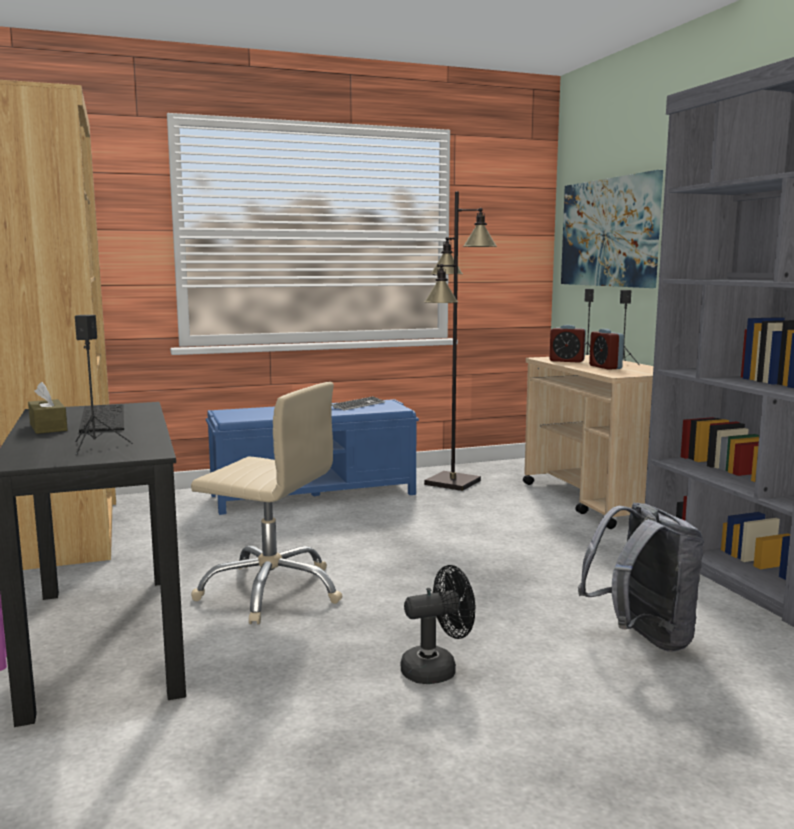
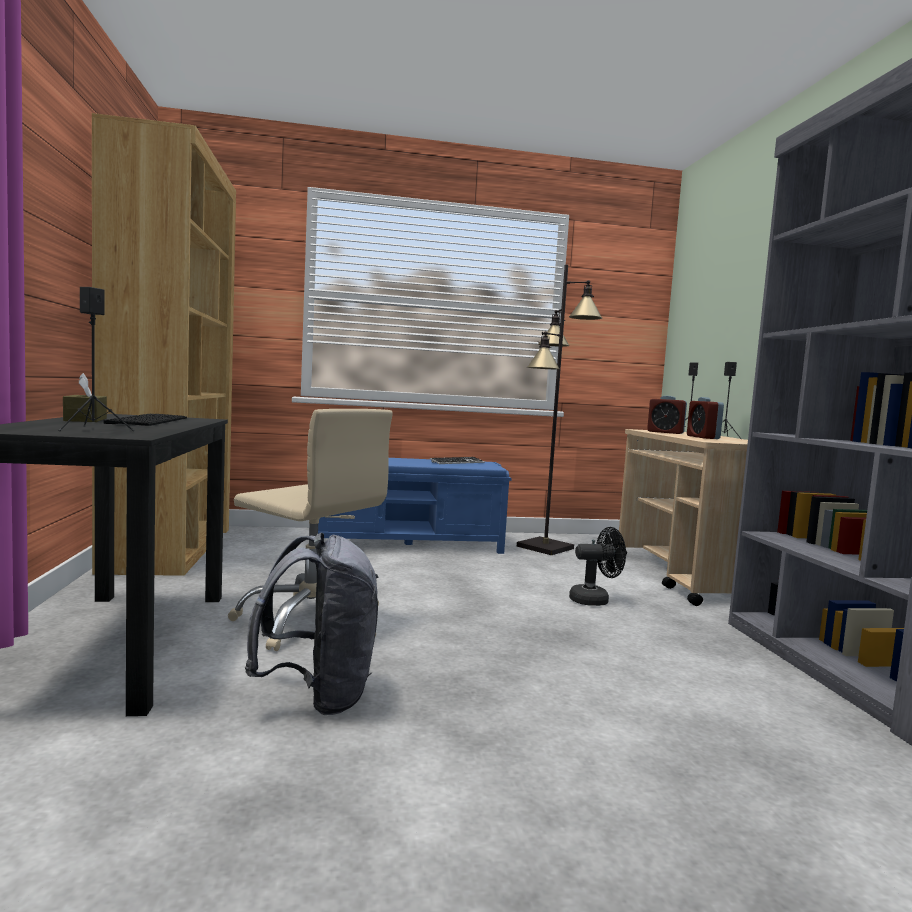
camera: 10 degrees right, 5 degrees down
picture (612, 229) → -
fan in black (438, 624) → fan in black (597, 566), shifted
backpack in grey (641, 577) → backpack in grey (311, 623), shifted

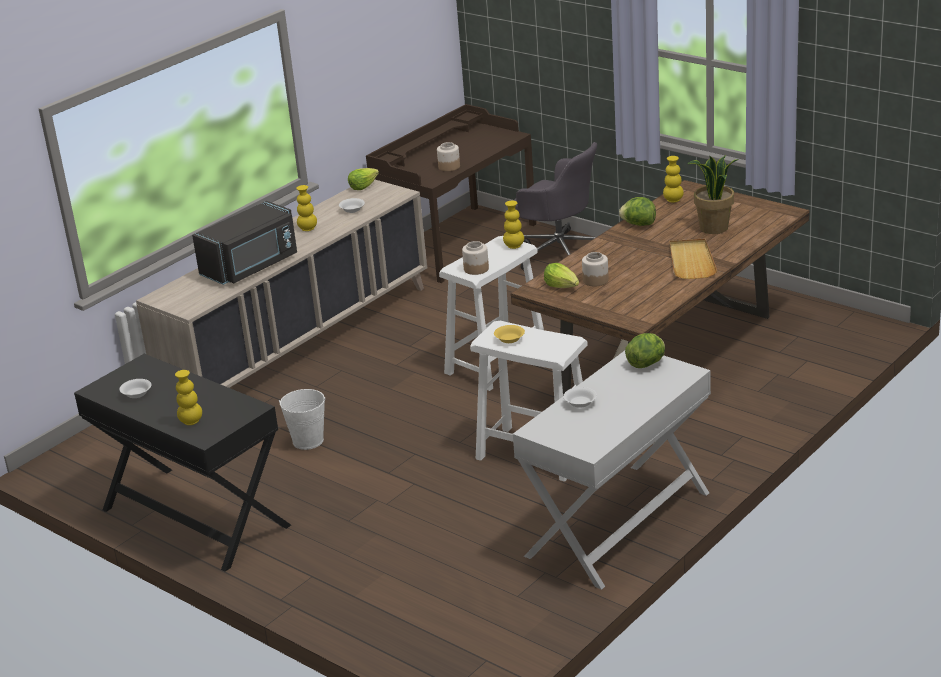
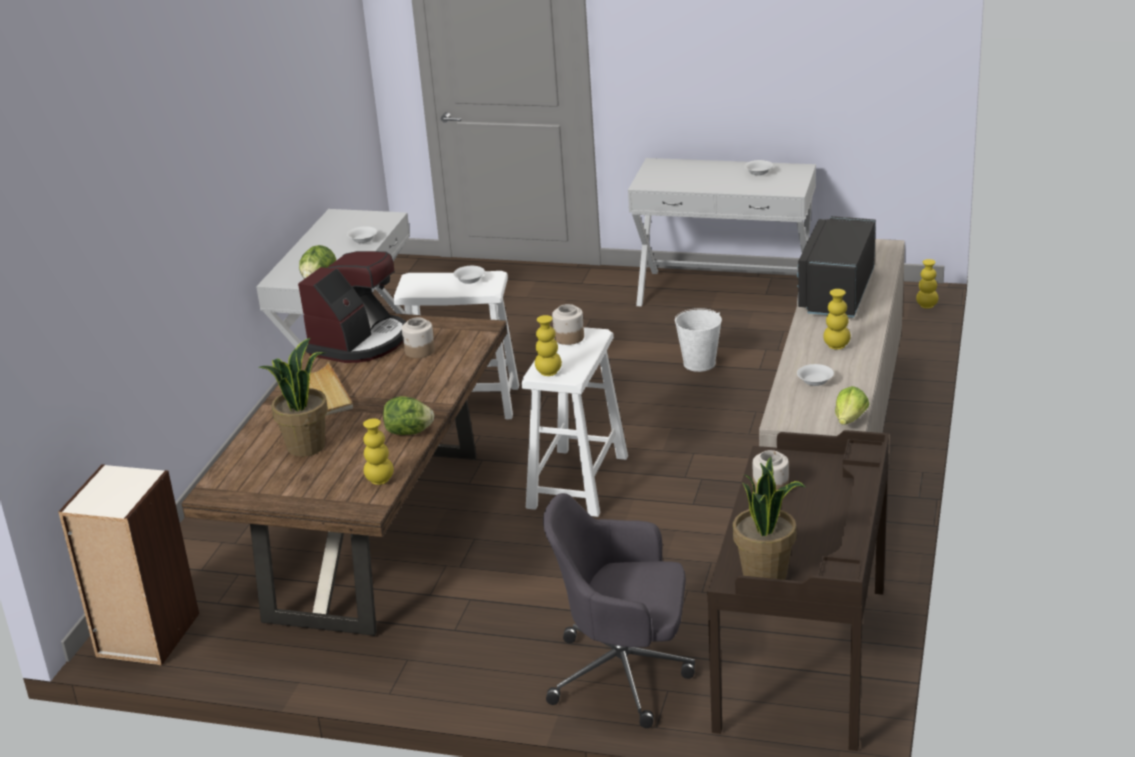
camera: 155 degrees right, 0 degrees up
lettuce (561, 275) → -
- → bookcase (128, 565)
- → coffee machine (352, 307)
- → potted plant (769, 518)
vase in yellow (188, 397) → vase in yellow (927, 284), shifted
console table in black (182, 463) → console table in white (722, 232)
bowl in yellow (509, 334) → bowl in white (469, 275)

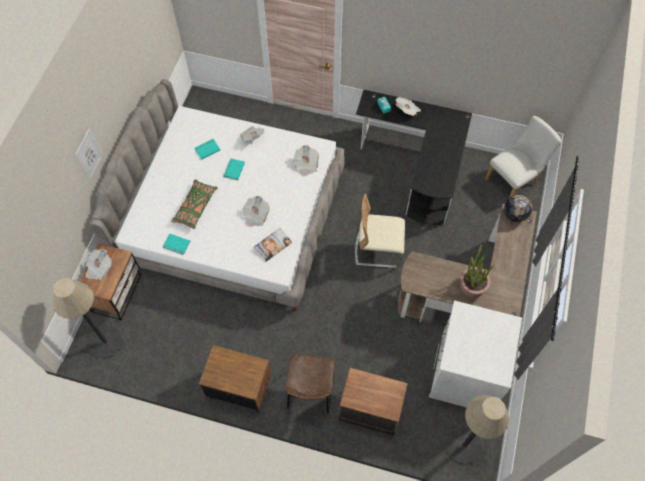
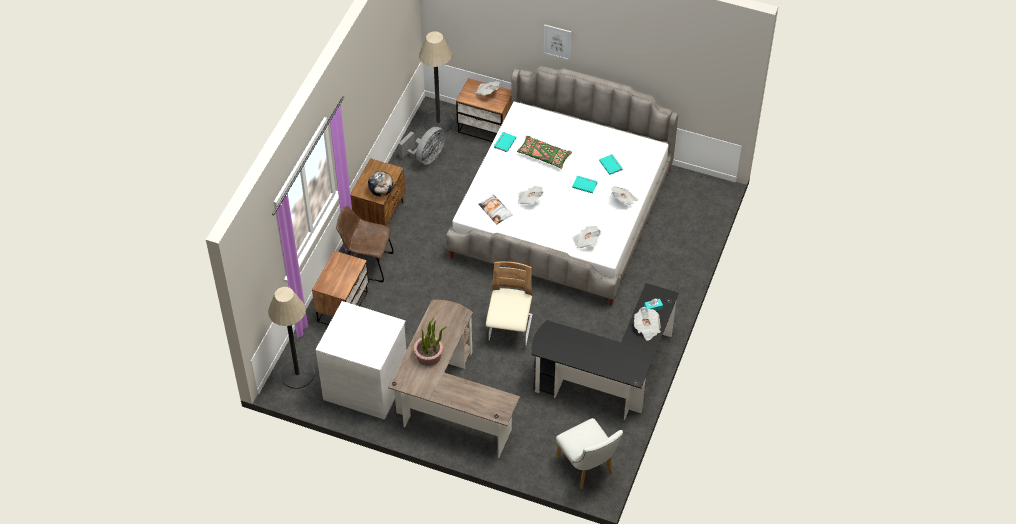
camera: 95 degrees right, 10 degrees down
- → fan in grey (422, 146)
globe (518, 208) → globe (380, 184), shifted

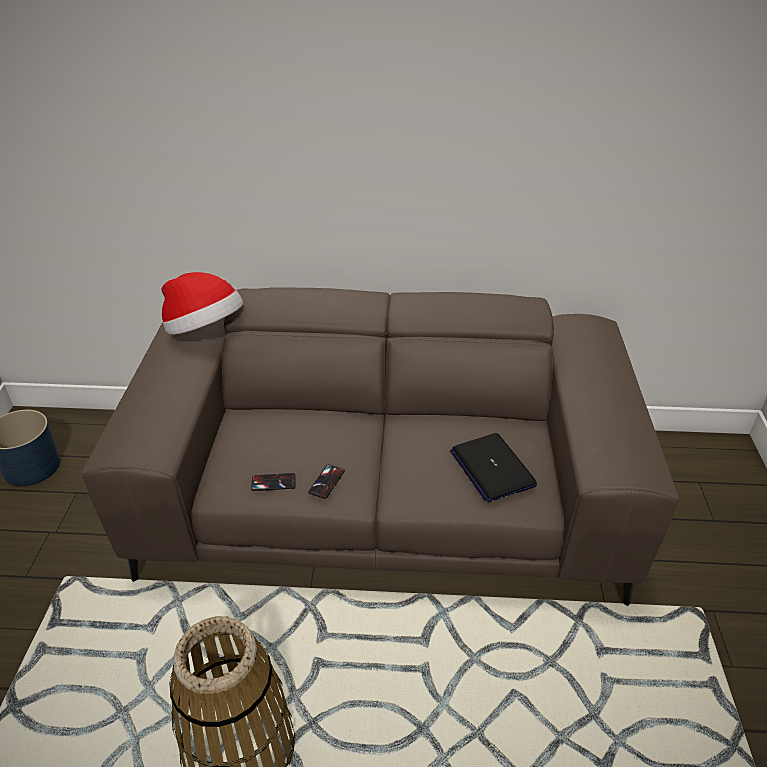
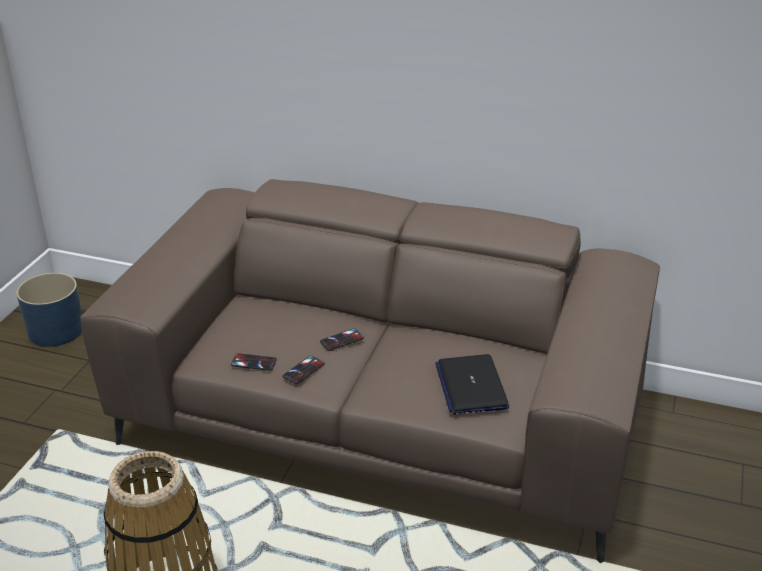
camera: 15 degrees right, 5 degrees down
hat (202, 303) → -
- → phone (342, 339)

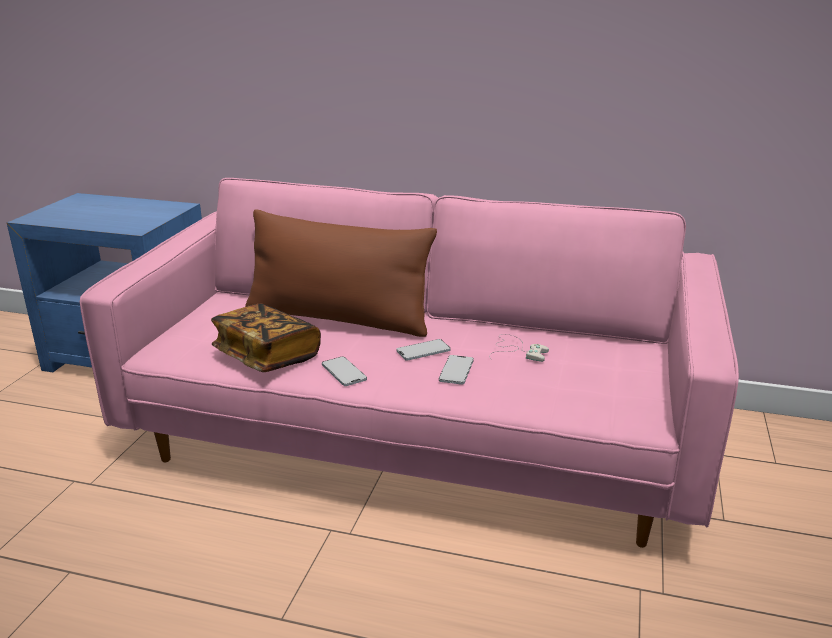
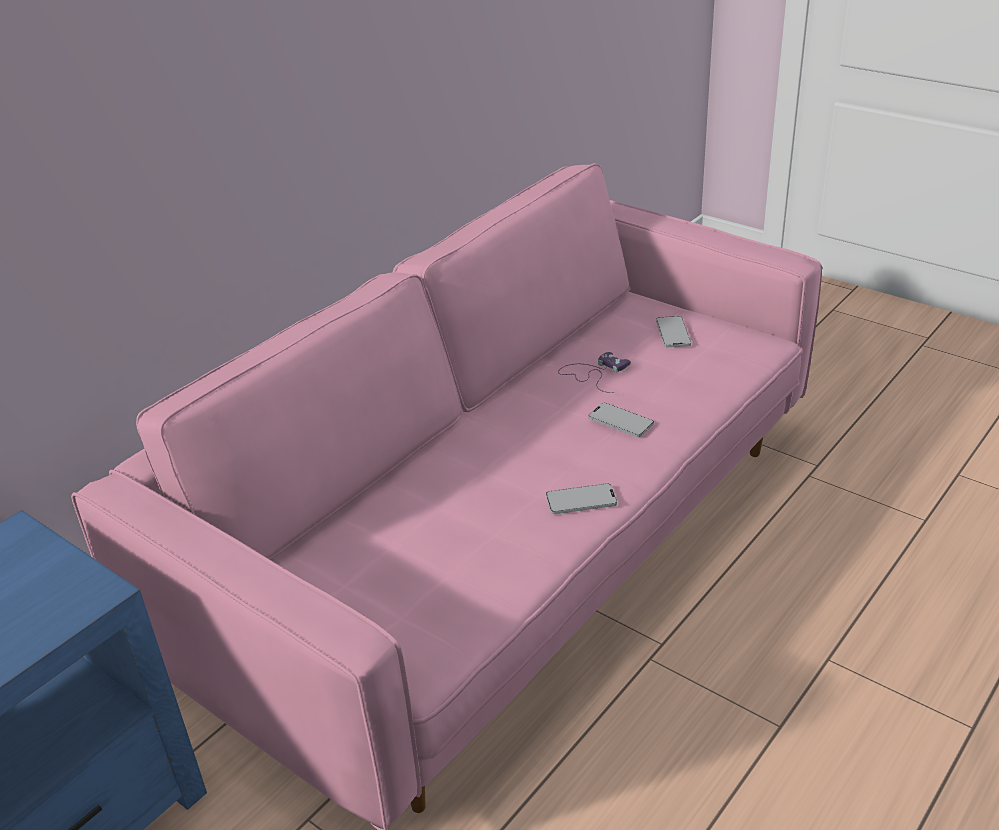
camera: 65 degrees left, 10 degrees up
book (266, 338) → -
pillow in brown (341, 273) → -
phone (423, 350) → phone (673, 331), shifted
game controller in white (519, 348) → game controller in purple (594, 372)

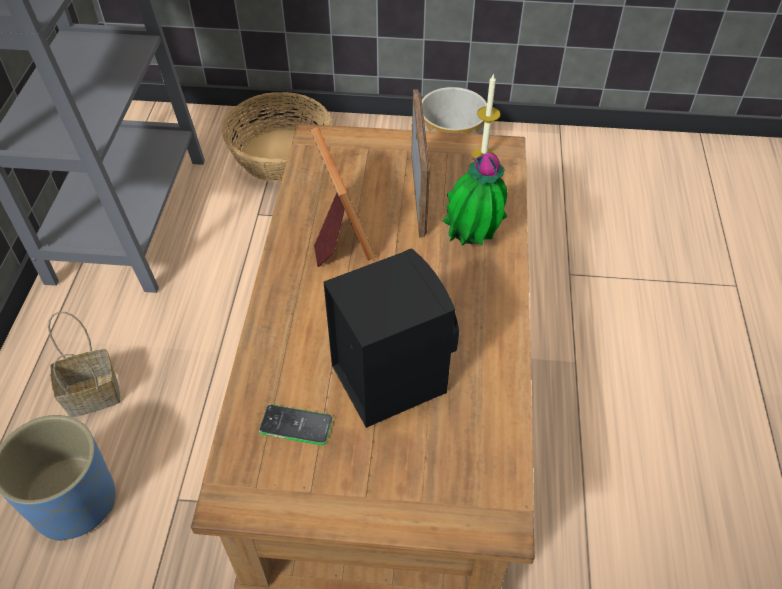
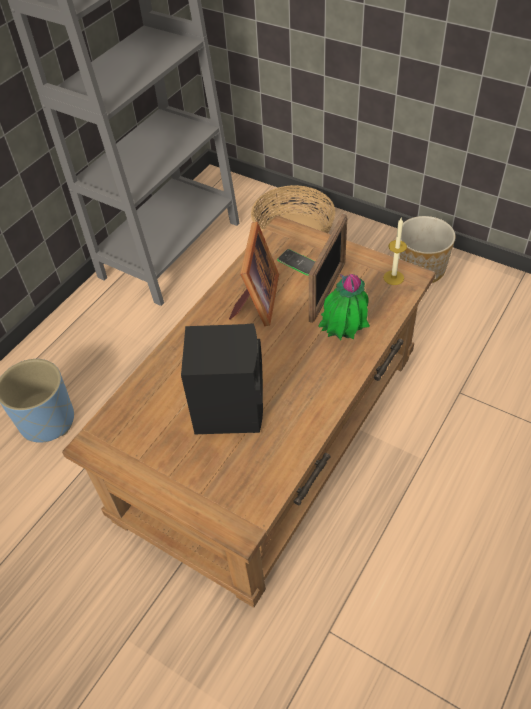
camera: 30 degrees right, 0 degrees up
basket (84, 364) → -
phone (296, 424) → phone (296, 262), shifted

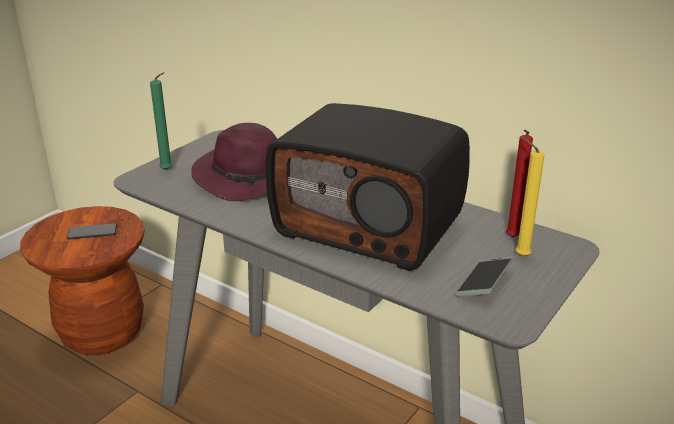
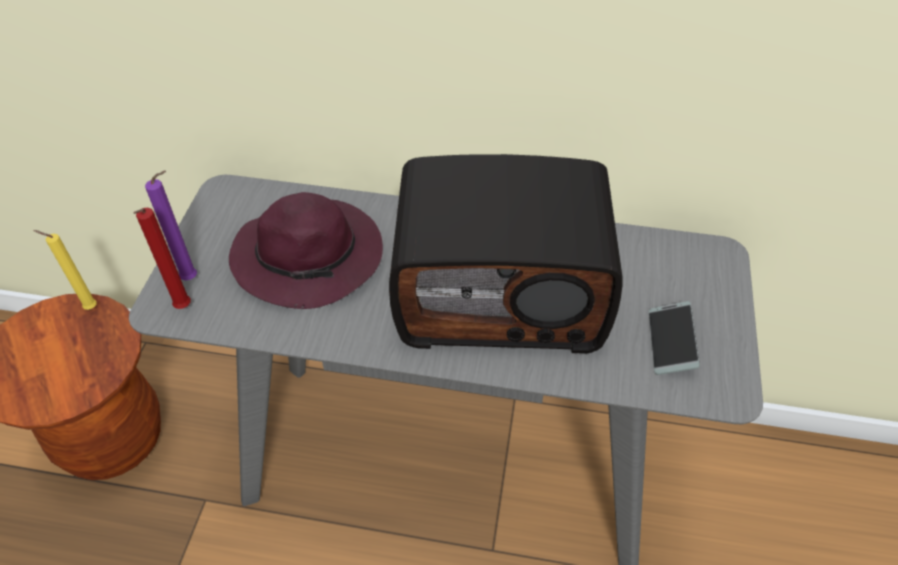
camera: 25 degrees left, 20 degrees up
phone (92, 231) → -
candle in red (519, 183) → candle in red (162, 258), shifted
candle in yellow (530, 197) → candle in yellow (65, 270), shifted
candle in green (161, 121) → candle in purple (171, 225)

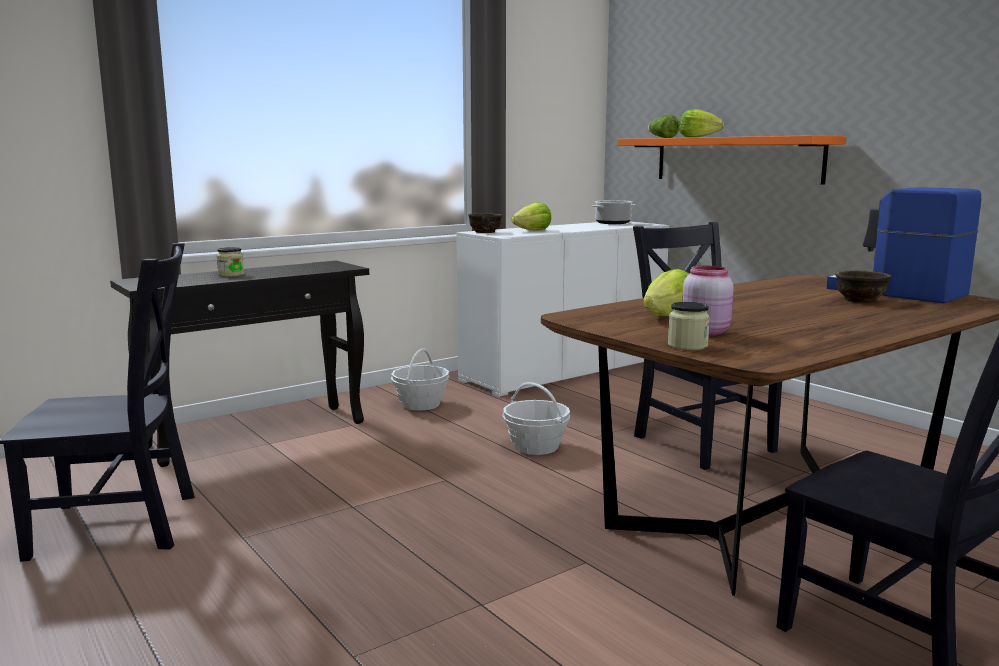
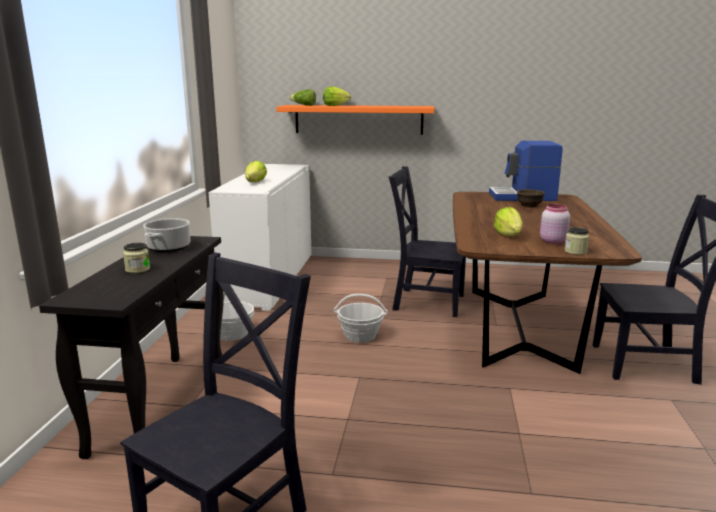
camera: 45 degrees left, 5 degrees up
bowl in brown (485, 223) → -
cooking pot (613, 212) → cooking pot (166, 235), shifted

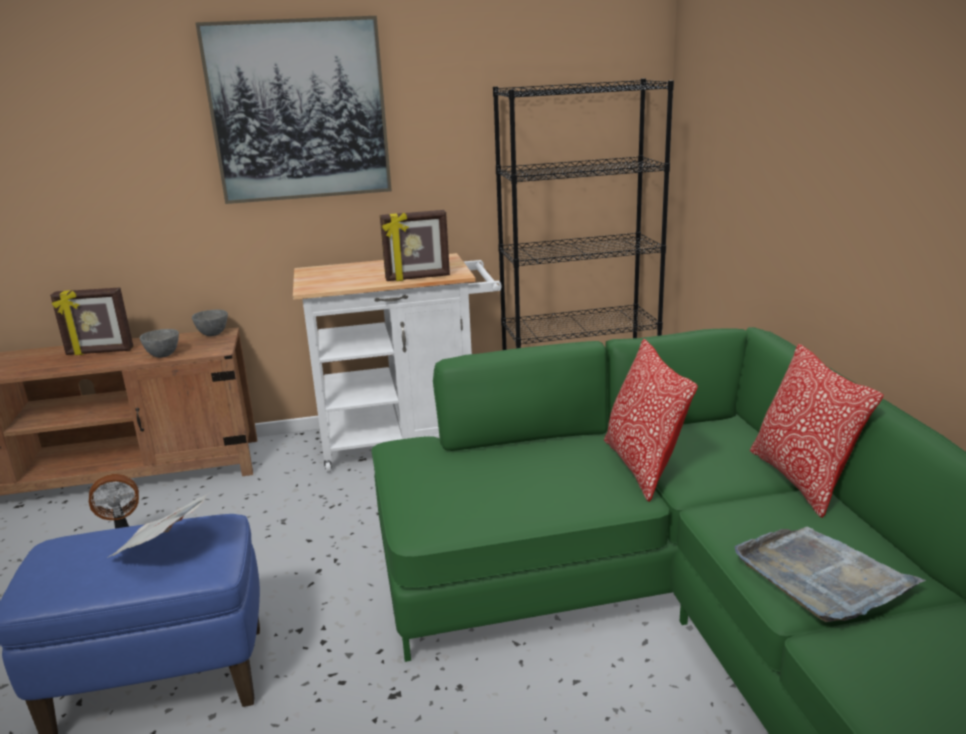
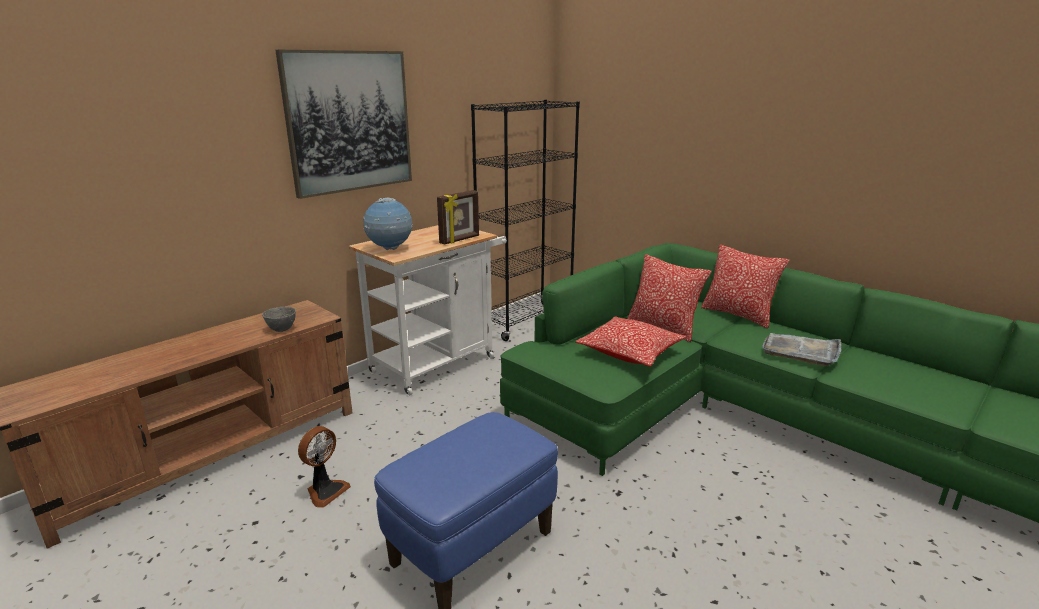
camera: 35 degrees left, 0 degrees up
picture frame (92, 321) → -
newspaper (160, 524) → -
bowl in grey (210, 323) → -
- → globe (388, 224)
- → pillow (630, 341)

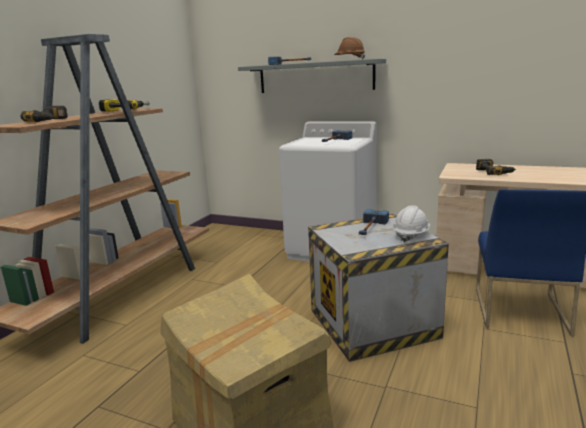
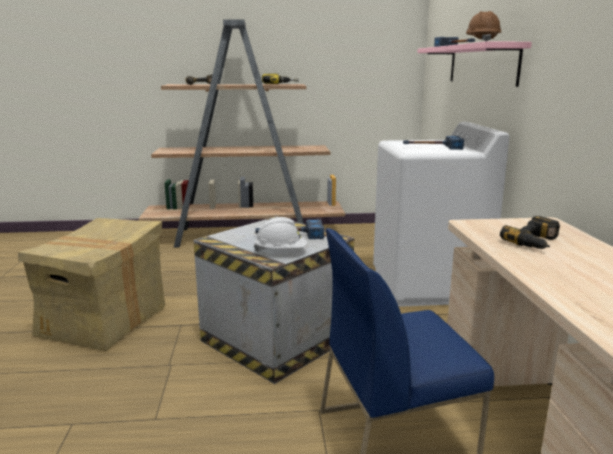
camera: 60 degrees right, 0 degrees up
shelf in grey (312, 76) → shelf in pink (474, 64)

